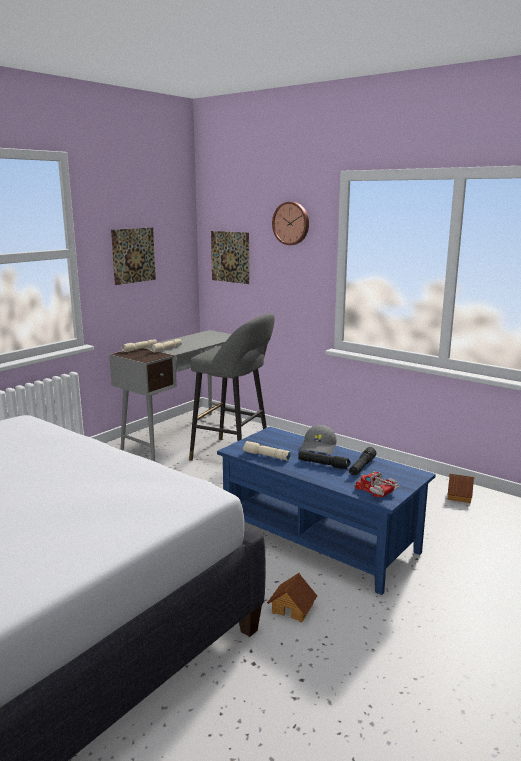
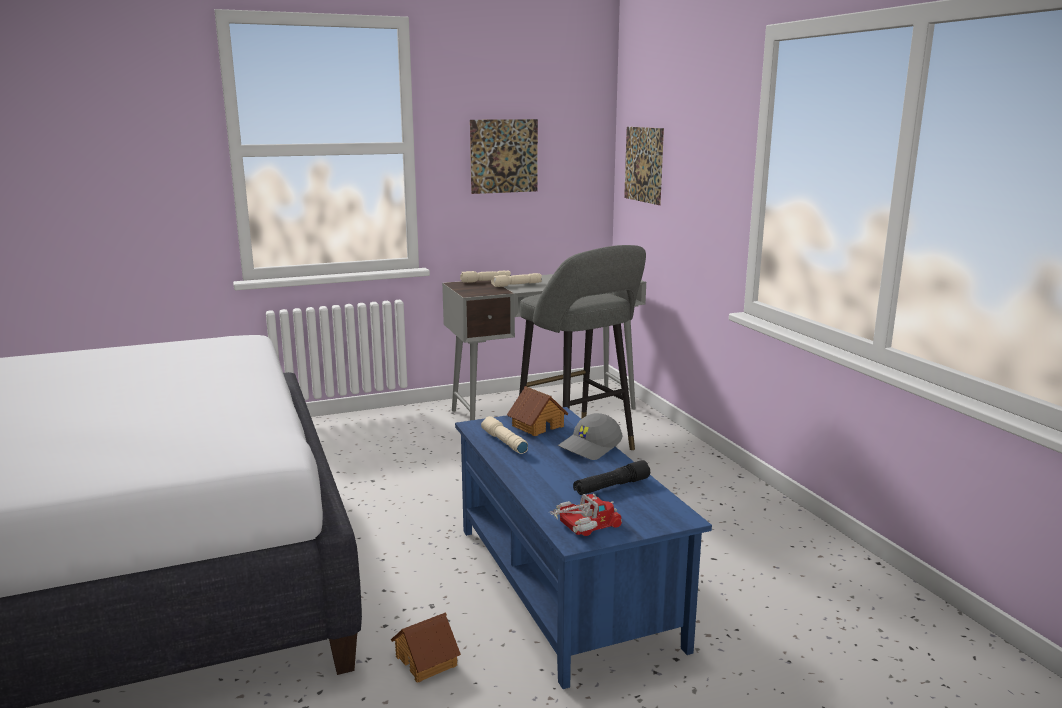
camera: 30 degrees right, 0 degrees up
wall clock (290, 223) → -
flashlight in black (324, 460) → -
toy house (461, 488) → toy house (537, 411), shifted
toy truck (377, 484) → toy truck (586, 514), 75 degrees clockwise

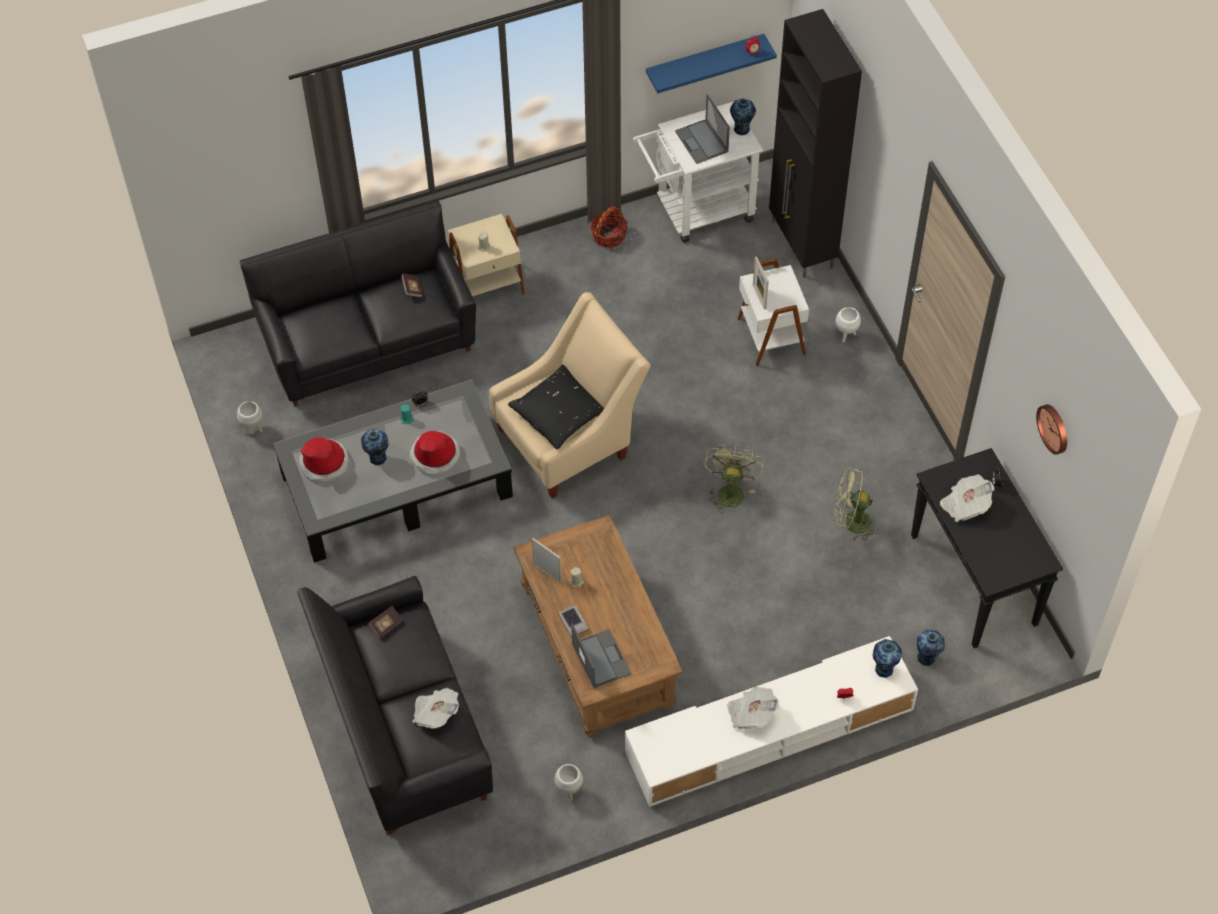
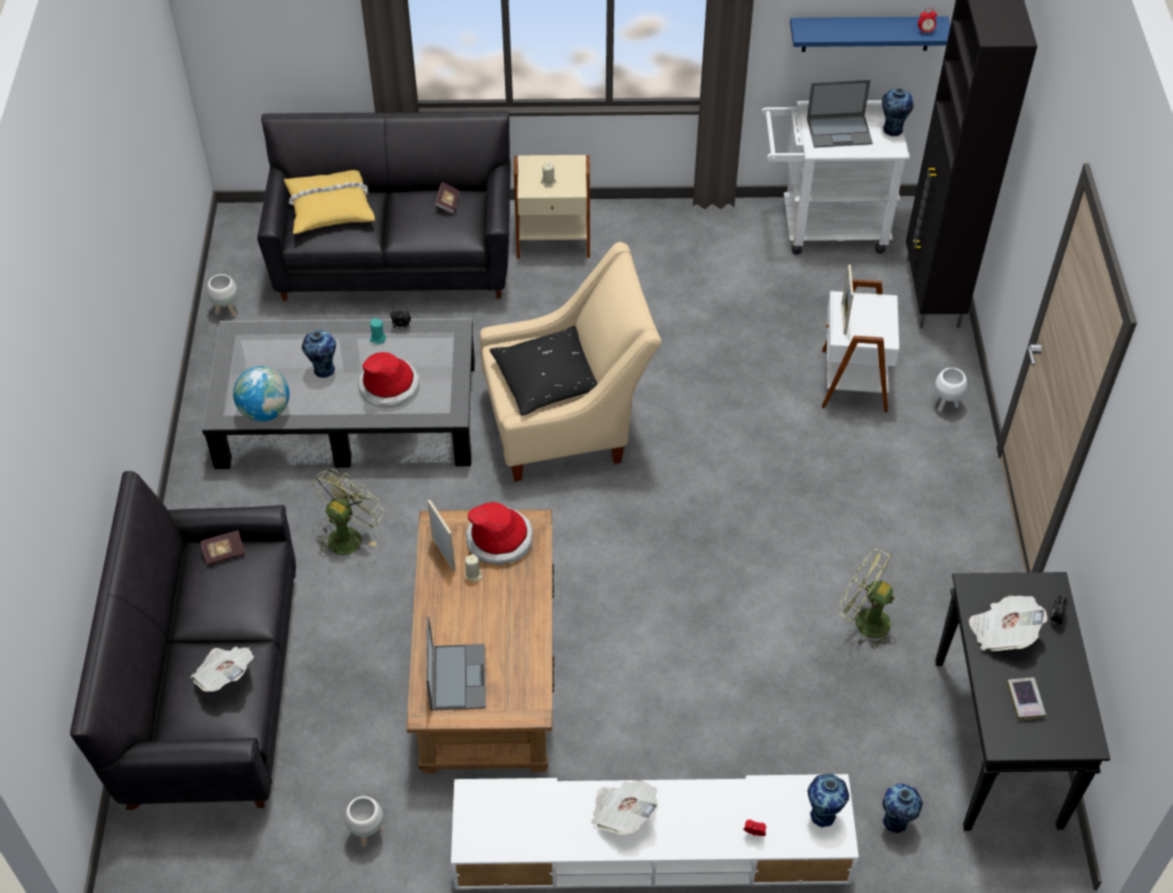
camera: 20 degrees right, 5 degrees down
basket (609, 227) → -
wall clock (1051, 429) → -
- → globe (261, 393)
- → pillow in yellow (329, 202)
hat (325, 460) → hat (499, 533), shifted
book (573, 621) → book (1026, 699), shifted
fan in green (734, 479) → fan in green (348, 512), shifted
laptop (702, 129) → laptop (840, 114), 90 degrees counterclockwise

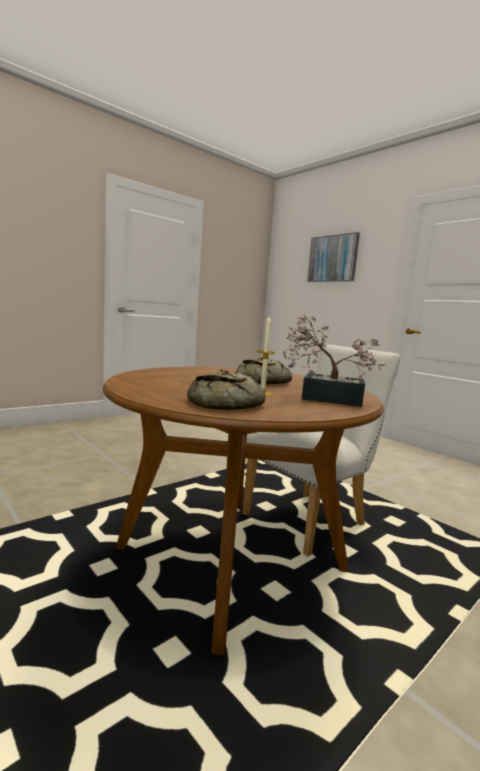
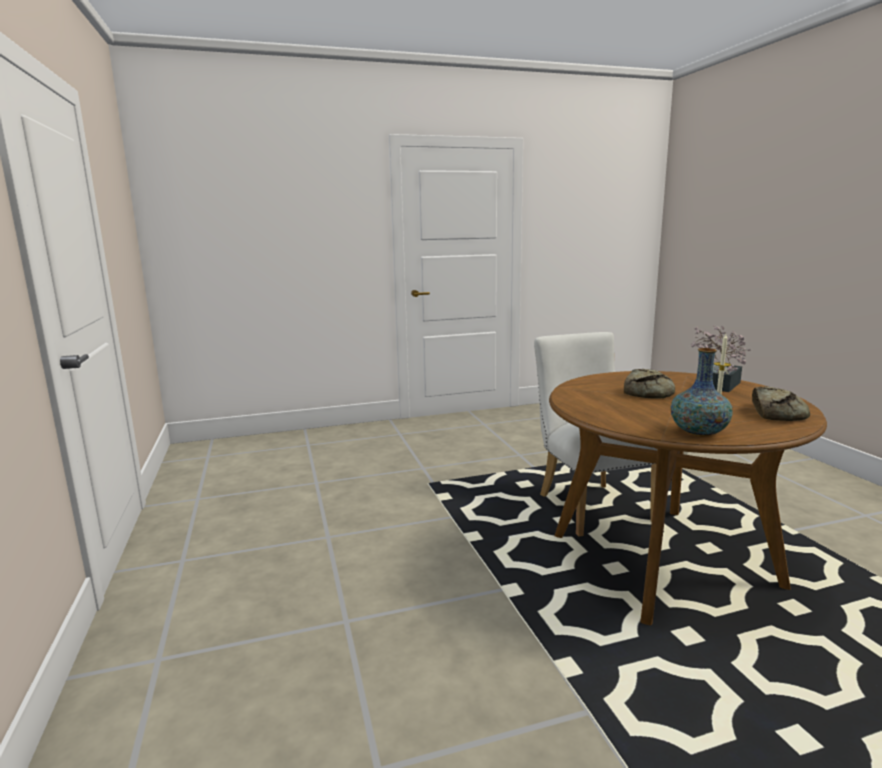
camera: 65 degrees left, 5 degrees up
picture (333, 257) → -
- → vase (701, 392)

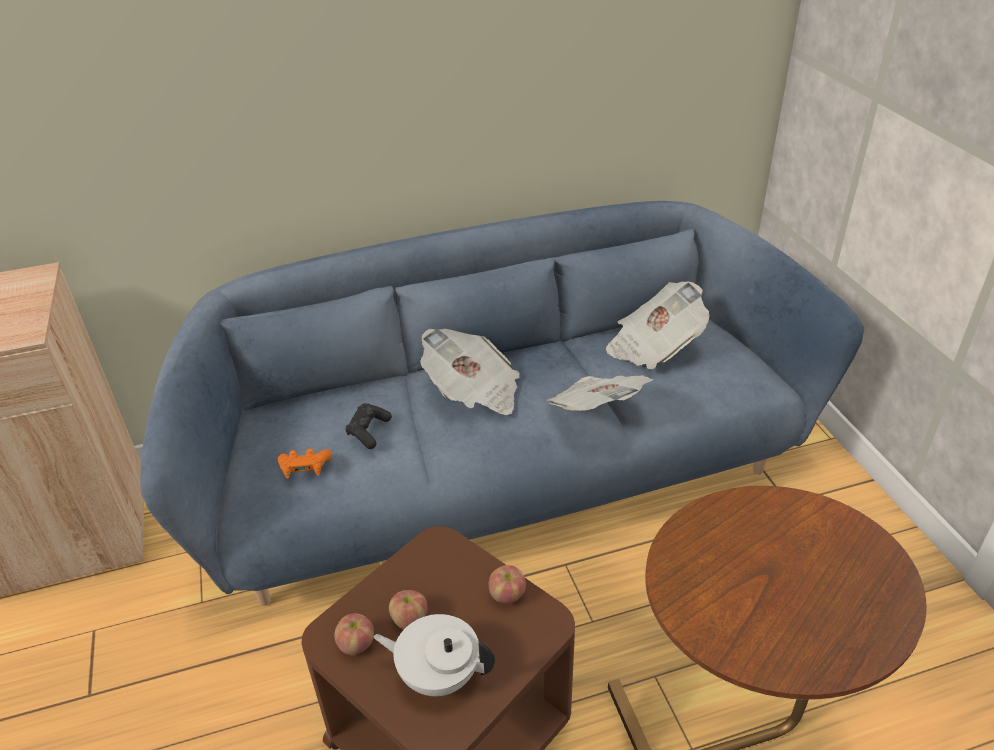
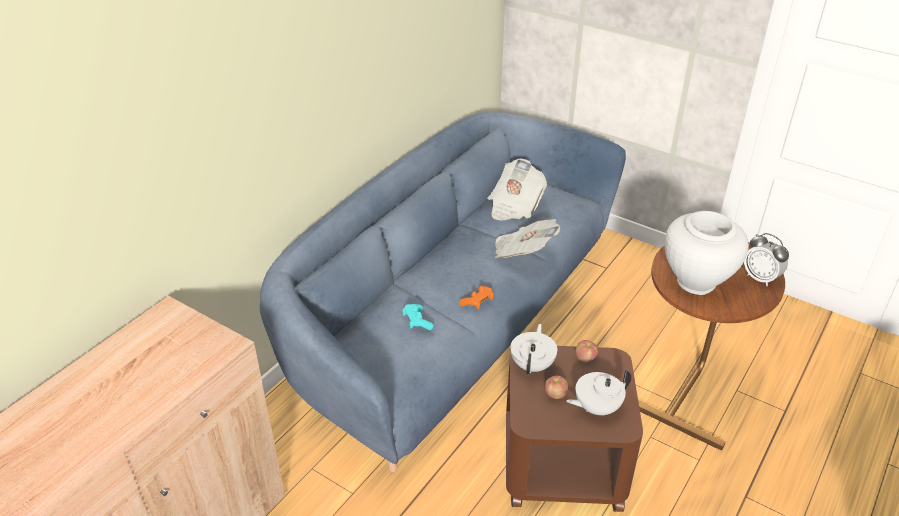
camera: 40 degrees left, 0 degrees up
apple (354, 634) → -
newspaper (470, 372) → -
- → teapot in white (534, 349)
- → vase in white (706, 253)
- → alarm clock (766, 259)
game controller in orange (305, 464) → game controller in orange (476, 297), shifted
game controller in black (369, 426) → game controller in turquoise (418, 317)

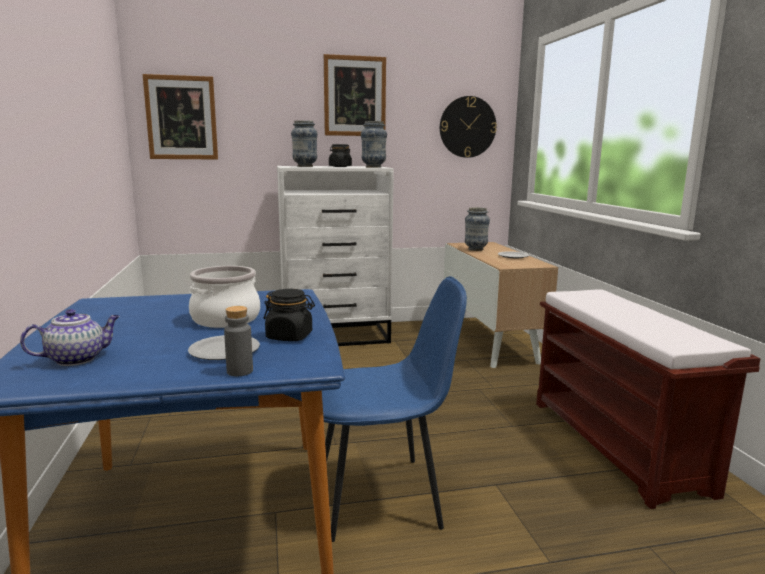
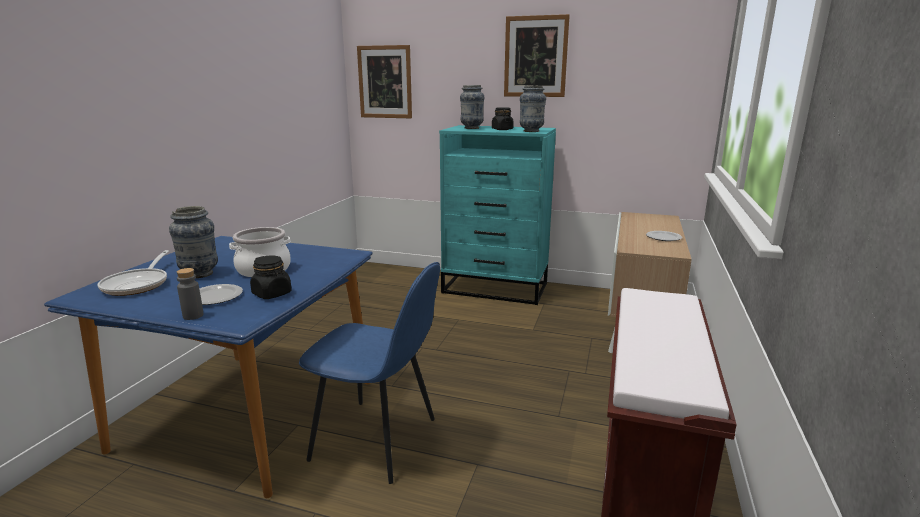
camera: 30 degrees right, 5 degrees up
wall clock (468, 127) → -
vase (477, 229) → vase (193, 242), shifted
teapot (70, 337) → frying pan (133, 273)
dresser in white (335, 256) → dresser in turquoise (497, 215)

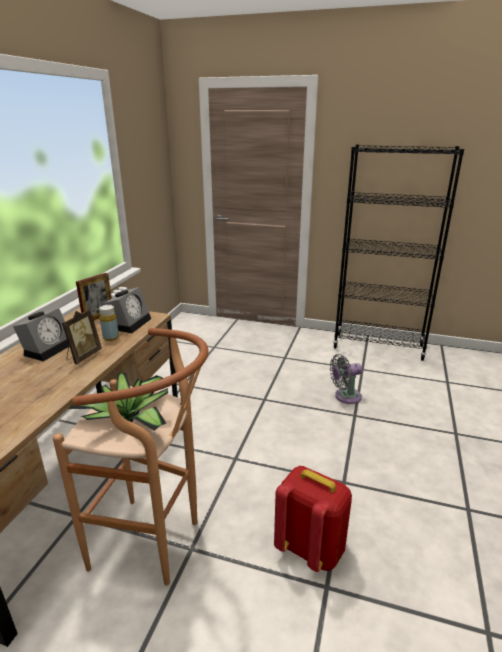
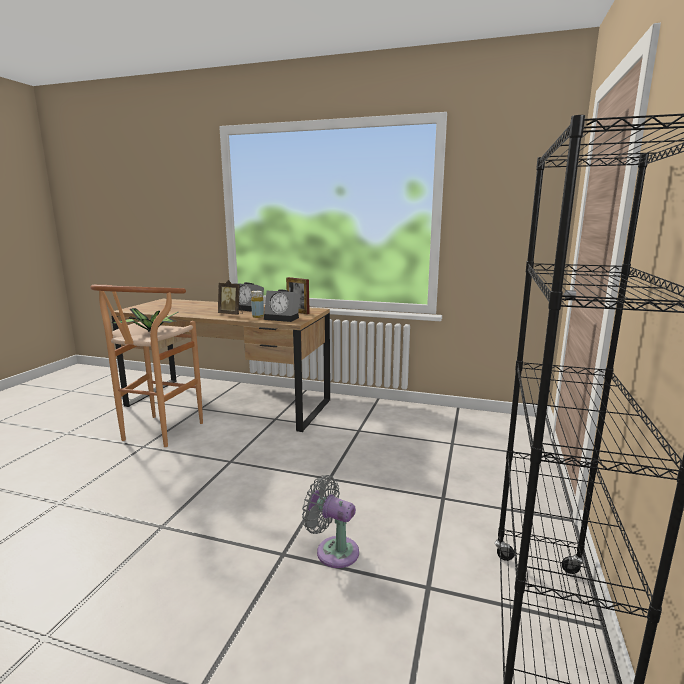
camera: 90 degrees right, 10 degrees down
backpack in red (313, 519) → -
fan in grey (346, 379) → fan in grey (330, 521), 45 degrees counterclockwise

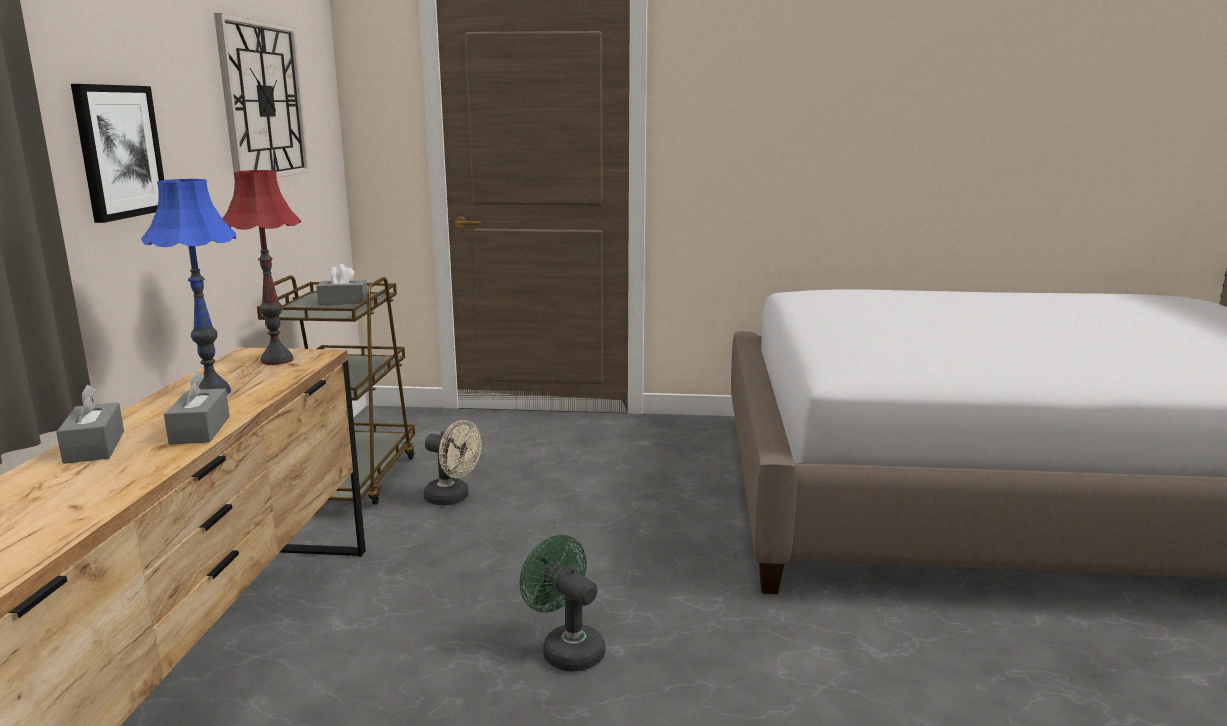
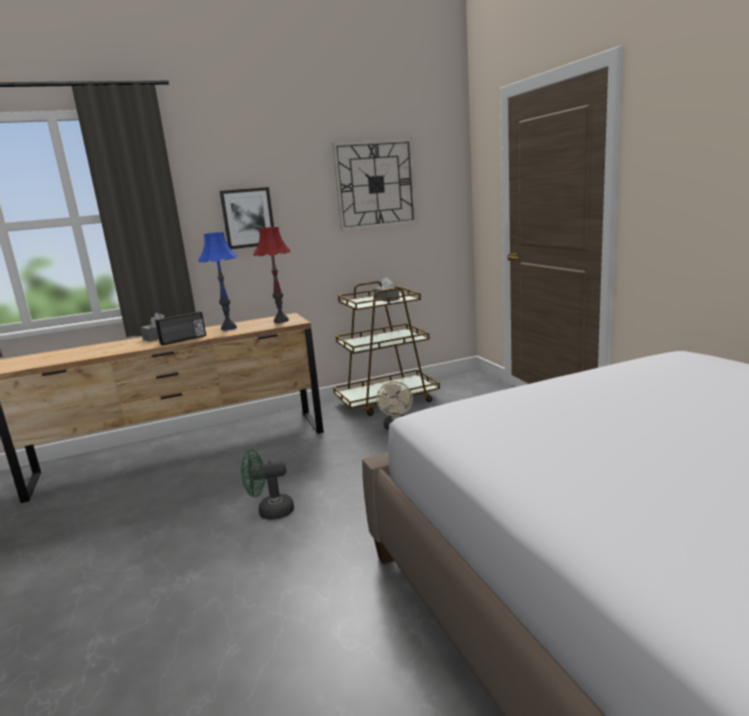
camera: 65 degrees right, 0 degrees up
tissue box in grey (197, 407) → radio (180, 328)
fan in green (562, 603) → fan in green (267, 484), 120 degrees counterclockwise

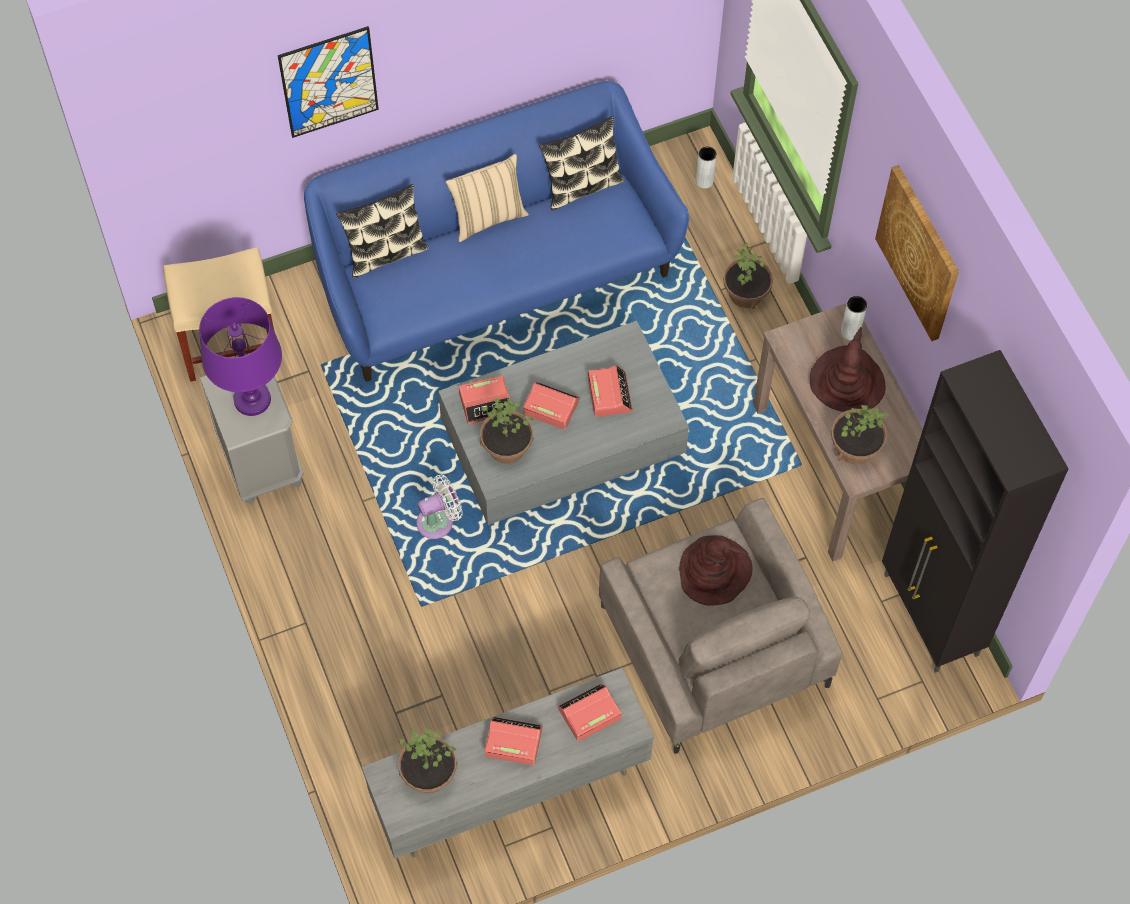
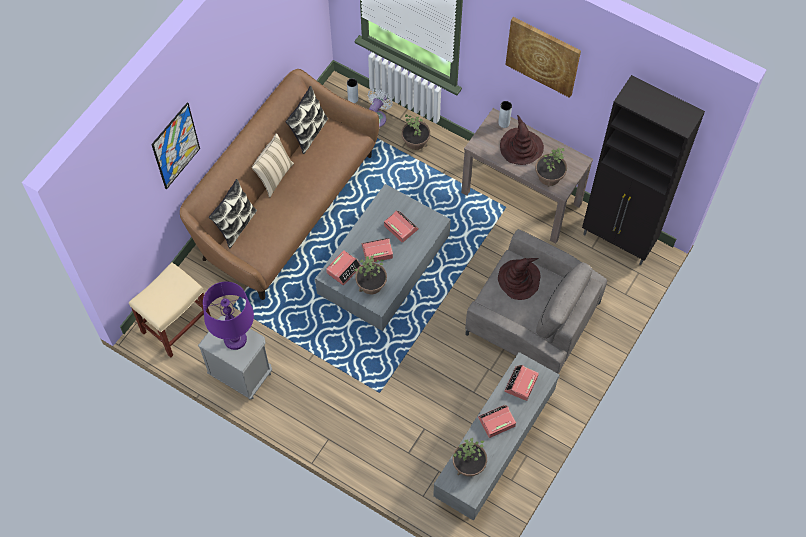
camera: 35 degrees left, 0 degrees up
fan in white (439, 506) → fan in white (380, 107), shifted
sofa in blue (496, 231) → sofa in brown (279, 184)

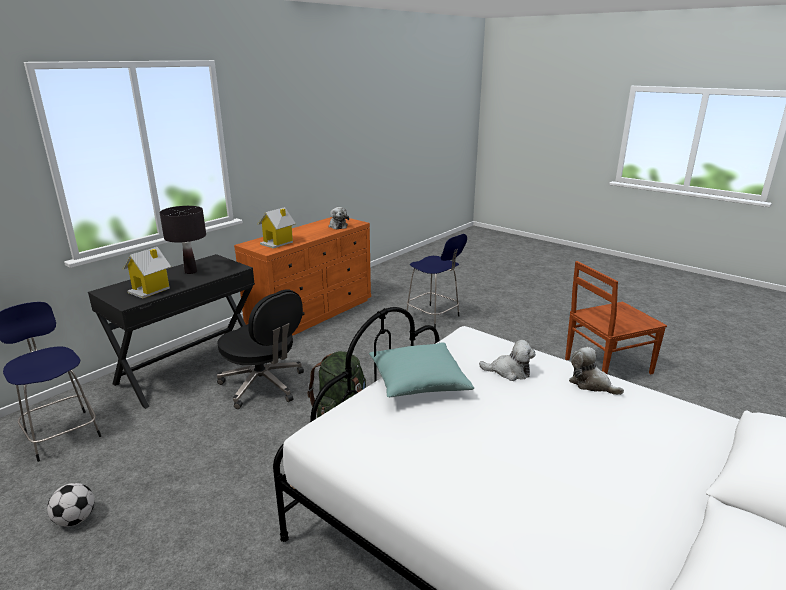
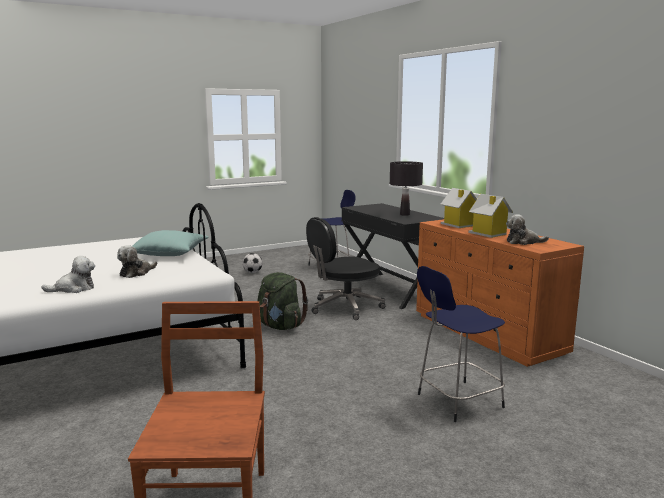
camera: 110 degrees right, 10 degrees down
toy house (147, 273) → toy house (490, 216), shifted

